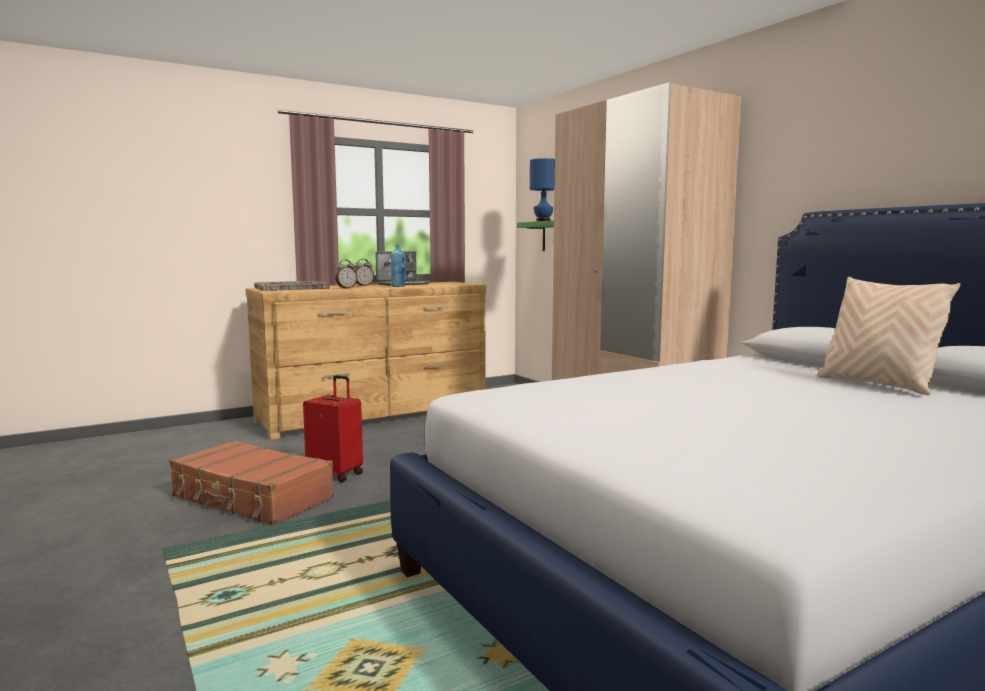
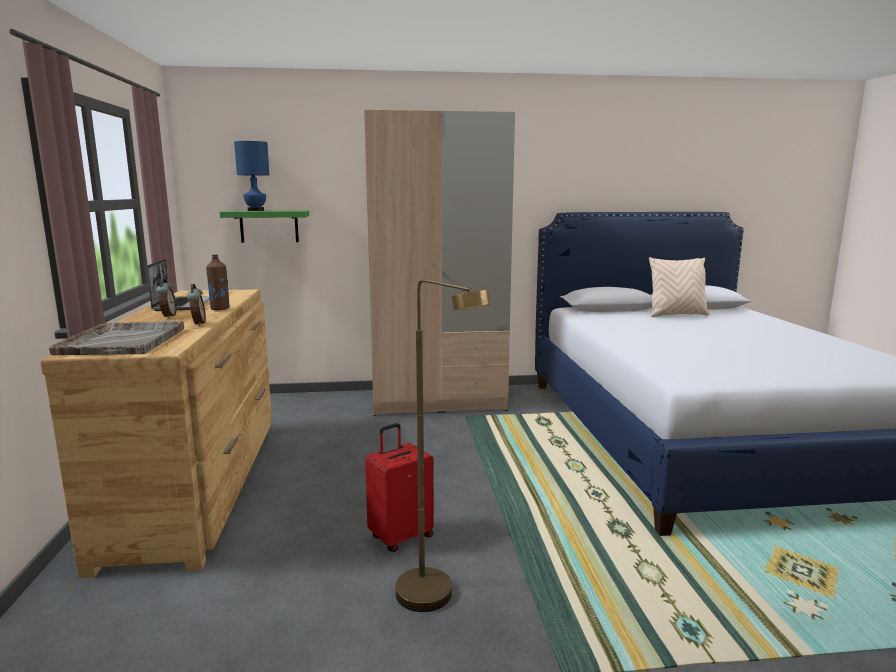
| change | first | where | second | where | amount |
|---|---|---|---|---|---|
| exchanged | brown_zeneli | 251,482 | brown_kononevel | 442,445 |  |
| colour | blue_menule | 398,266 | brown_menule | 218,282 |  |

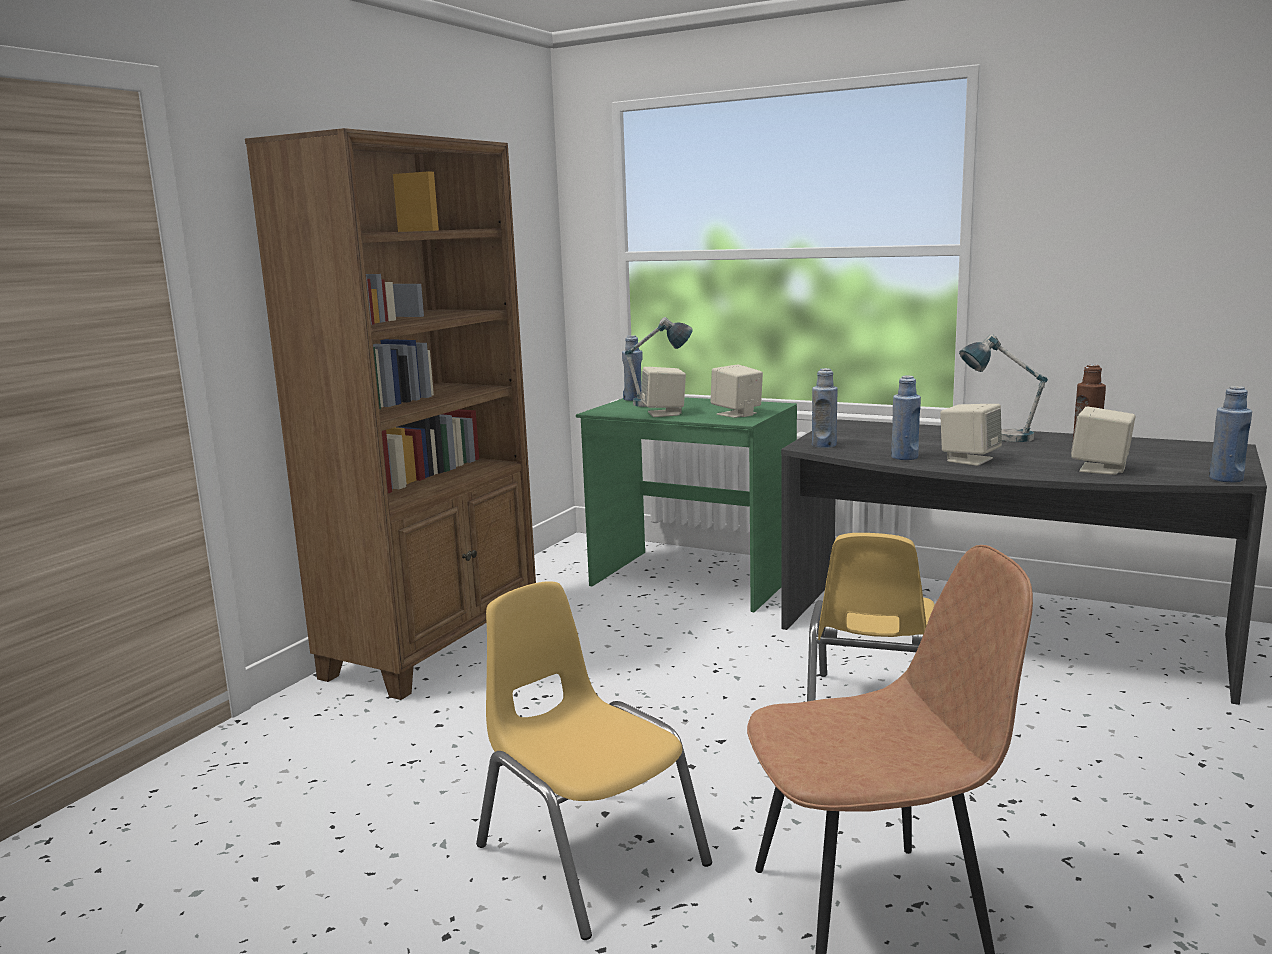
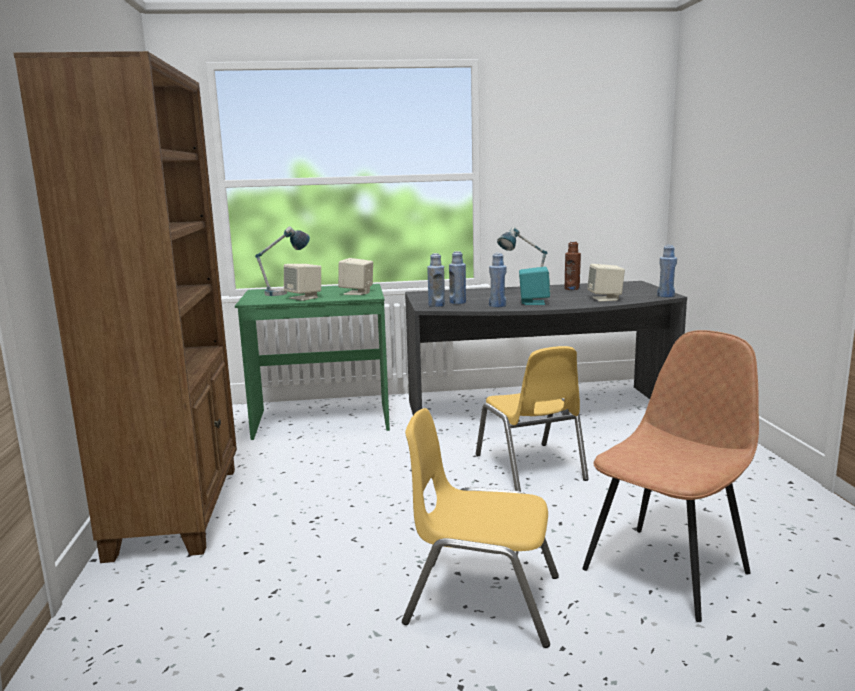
| change | first | where | second | where | amount |
|---|---|---|---|---|---|
| relocated | blue_menule | 632,368 |  | 457,277 |  |
| colour | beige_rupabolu | 971,435 | turquoise_rupabolu | 535,286 |  |

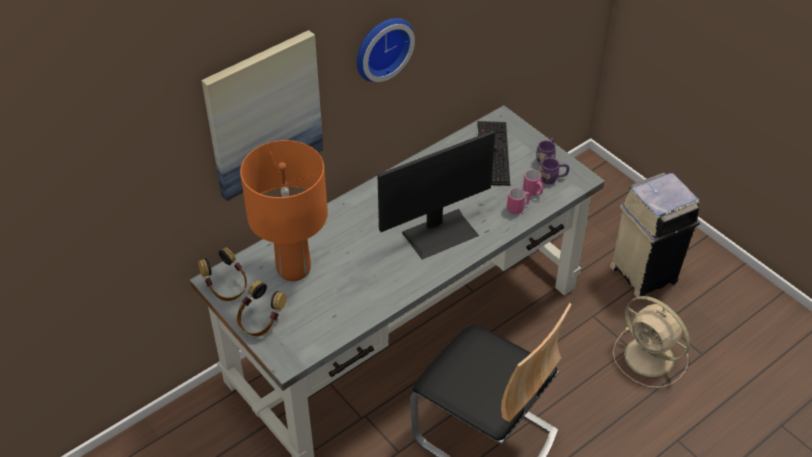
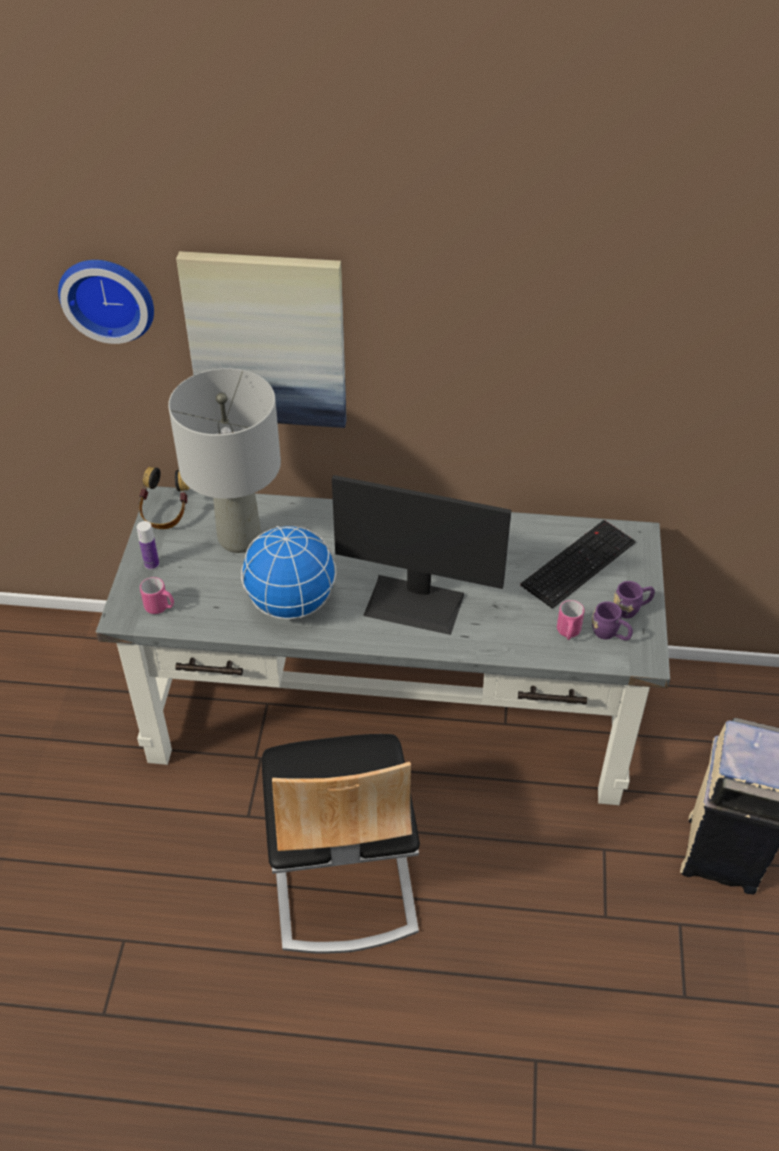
| change | first | where | second | where | amount |
|---|---|---|---|---|---|
| missing | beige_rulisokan | 651,342 |  |  |  |
| appeared |  |  | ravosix | 288,572 |  |
| relocated | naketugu | 386,50 |  | 106,302 |  |
| relocated | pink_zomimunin | 518,201 |  | 157,595 |  |
| exchanged | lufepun | 261,308 | menule | 148,545 |  |
| colour | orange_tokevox | 284,210 | grey_tokevox | 224,460 |  |

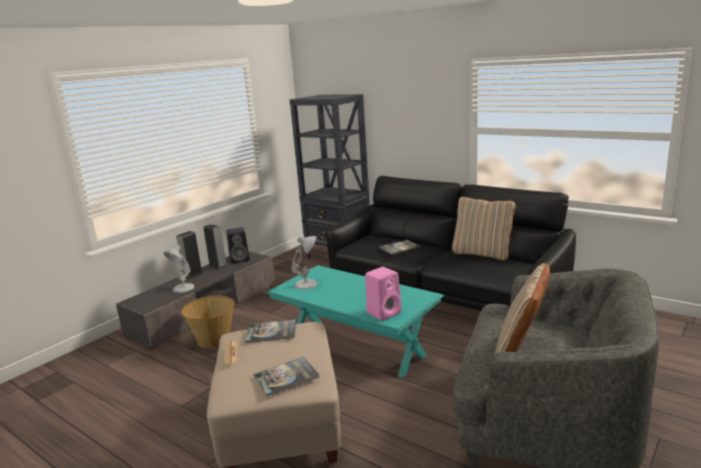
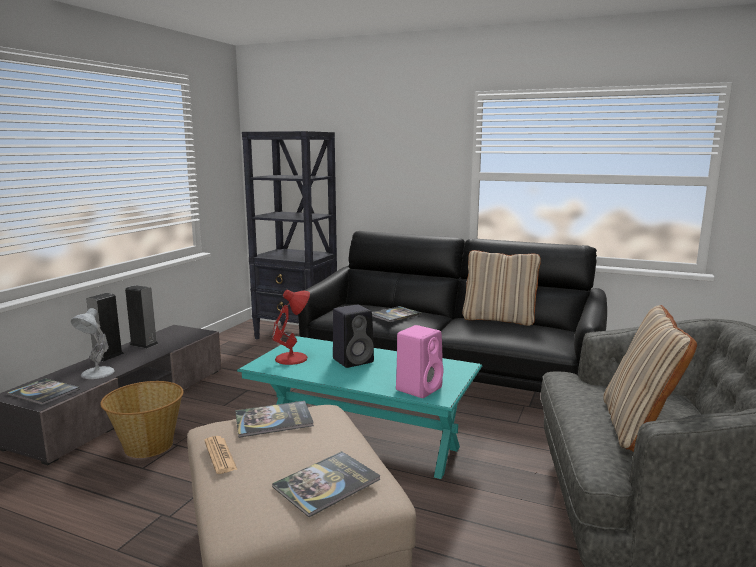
| change | first | where | second | where | amount |
|---|---|---|---|---|---|
| appeared |  |  | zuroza | 43,391 |  |
| relocated | black_rupabolu | 238,245 |  | 353,336 |  |
| colour | white_tokevox | 304,262 | red_tokevox | 291,327 |  |

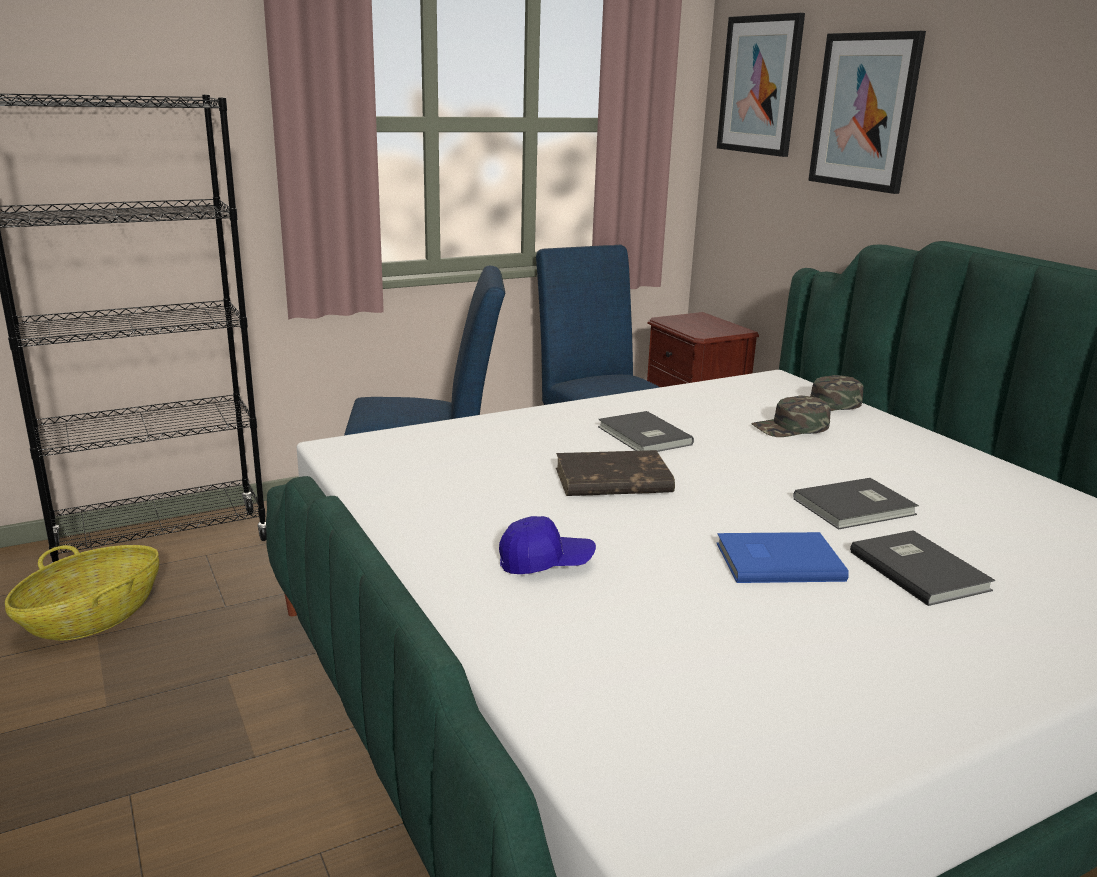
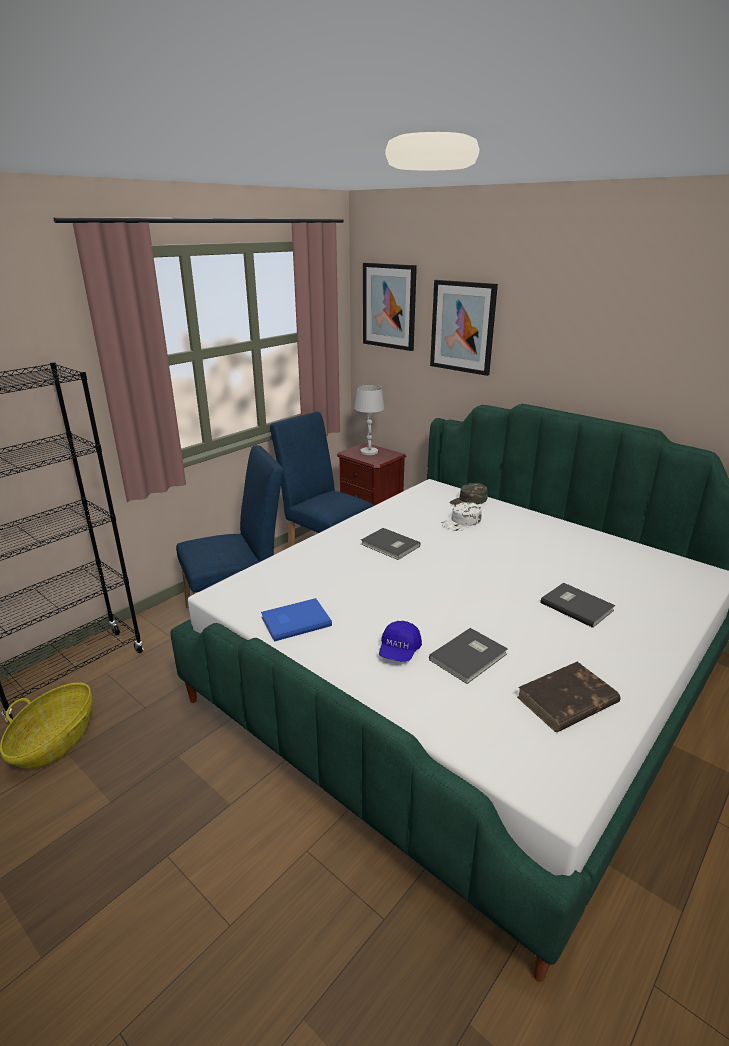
| change | first | where | second | where | amount |
|---|---|---|---|---|---|
| appeared |  |  | white_tokevox | 369,420 |  |
| relocated | brown_zuroza | 615,473 |  | 569,697 |  |
| relocated | blue_zuroza | 782,557 |  | 296,620 |  |
| relocated | grey_zuroza | 856,503 |  | 468,656 |  |
| colour | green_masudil | 791,416 | white_masudil | 461,516 |  |
| spun | blue_masudil | 547,545 |  | 400,641 | 135 degrees clockwise |

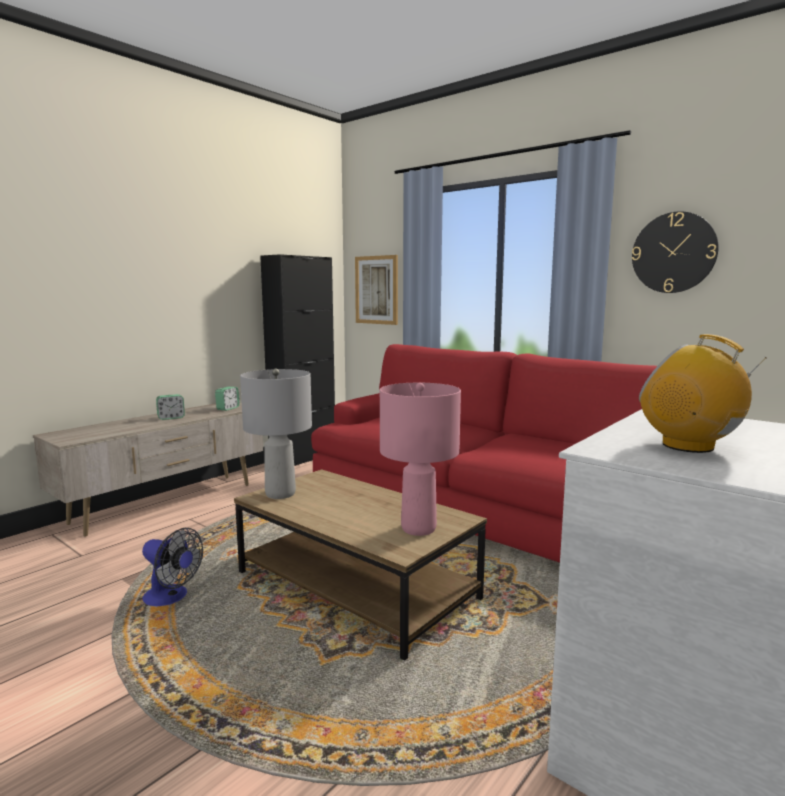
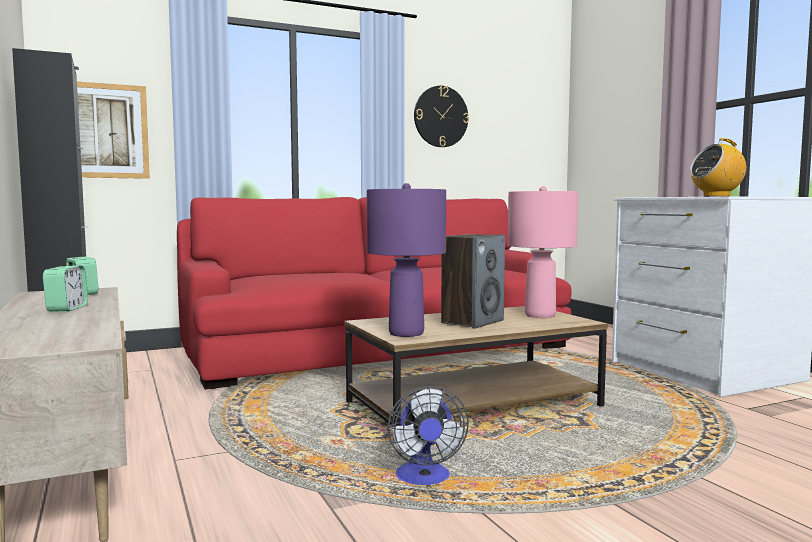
| change | first | where | second | where | amount |
|---|---|---|---|---|---|
| appeared |  |  | rupabolu | 473,281 |  |
| colour | grey_tokevox | 276,433 | purple_tokevox | 406,260 |  |
| spun | rulisokan | 172,567 |  | 428,435 | 120 degrees clockwise |

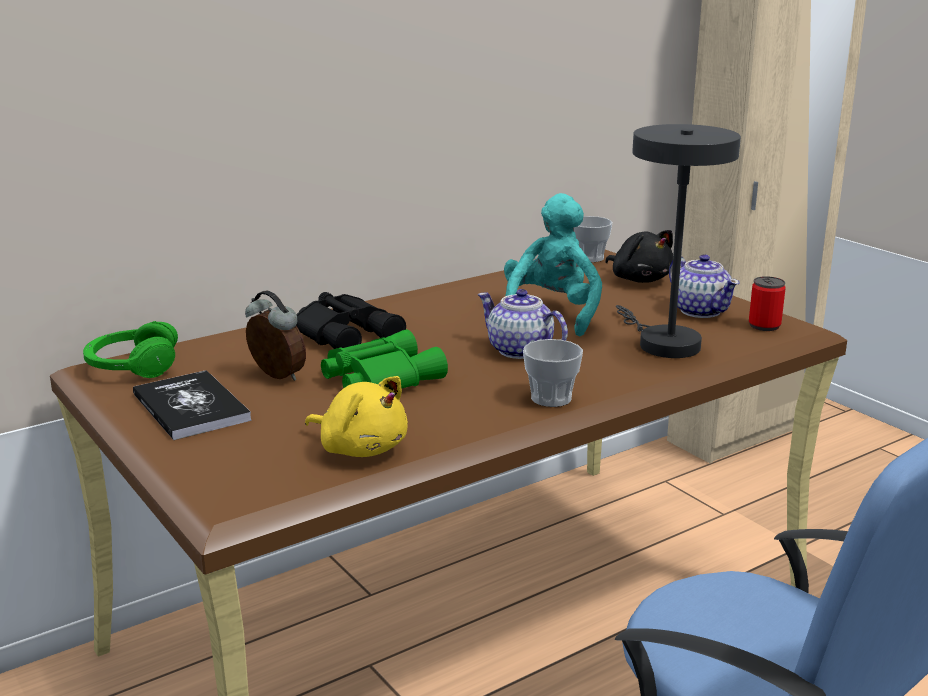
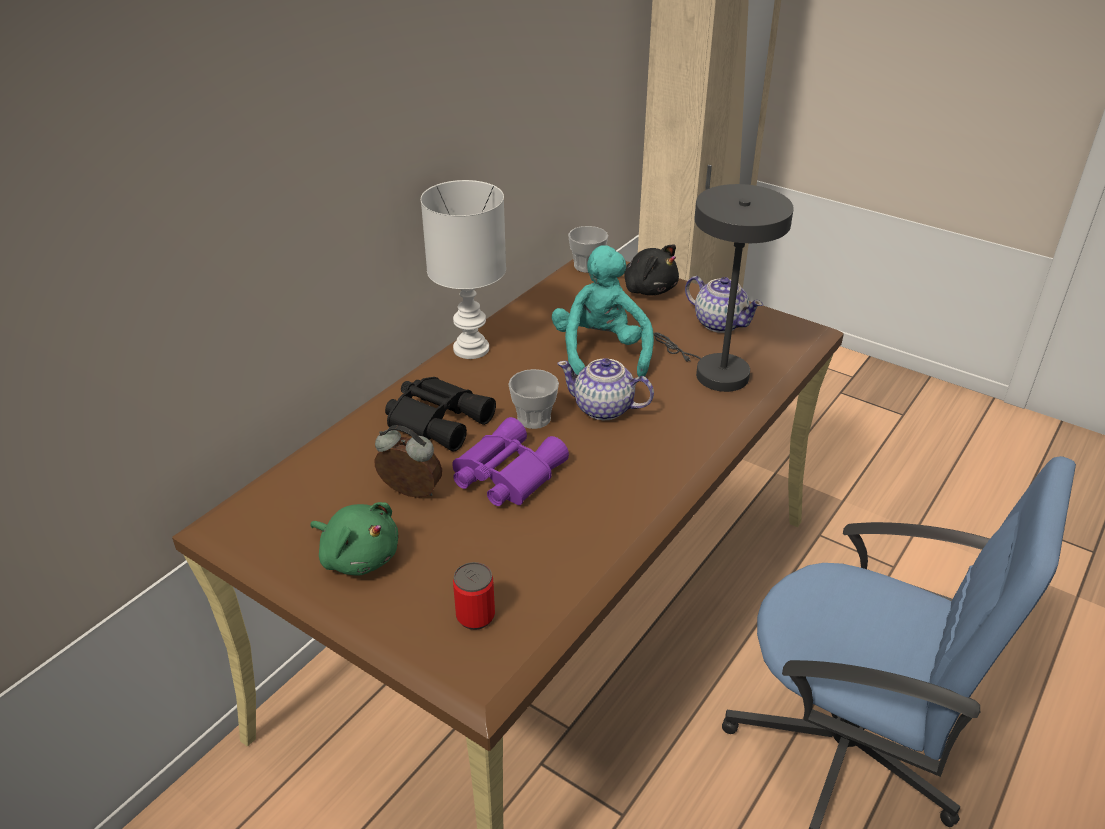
| change | first | where | second | where | amount |
|---|---|---|---|---|---|
| missing | green_lufepun | 130,349 |  |  |  |
| missing | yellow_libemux | 356,416 |  |  |  |
| appeared |  |  | white_tokevox | 463,269 |  |
| relocated | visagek | 553,373 |  | 533,399 |  |
| relocated | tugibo | 767,303 |  | 474,596 |  |
| exchanged | zuroza | 192,405 | green_libemux | 354,539 |  |
| colour | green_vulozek | 384,359 | purple_vulozek | 510,461 |  |

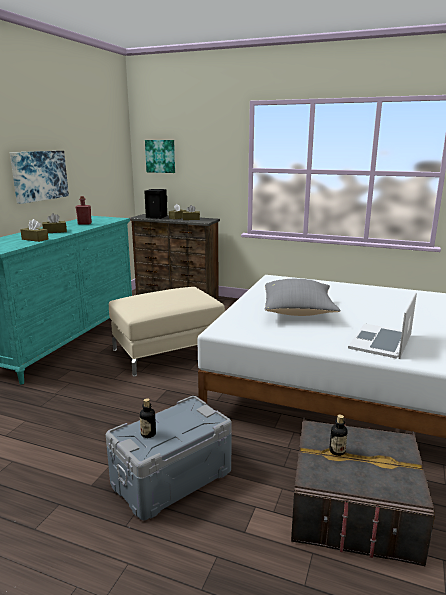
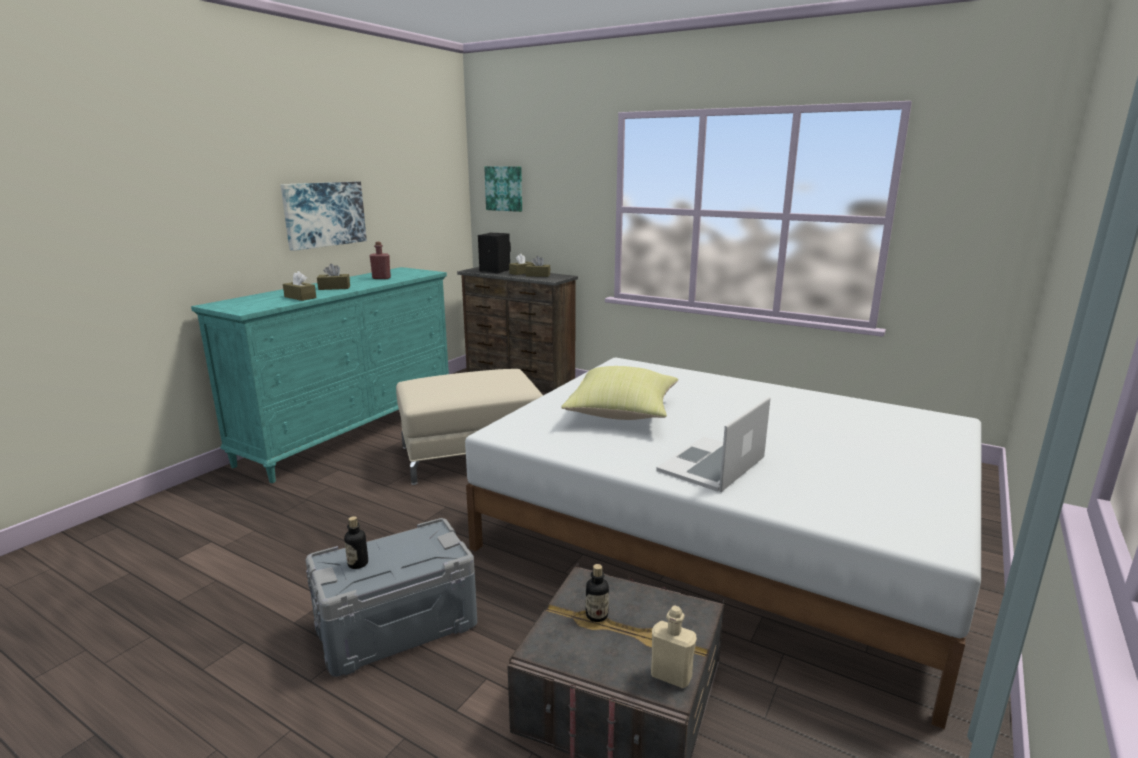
| change | first | where | second | where | amount |
|---|---|---|---|---|---|
| appeared |  |  | beige_menule | 674,646 |  |
| colour | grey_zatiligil | 303,297 | yellow_zatiligil | 619,393 |  |

